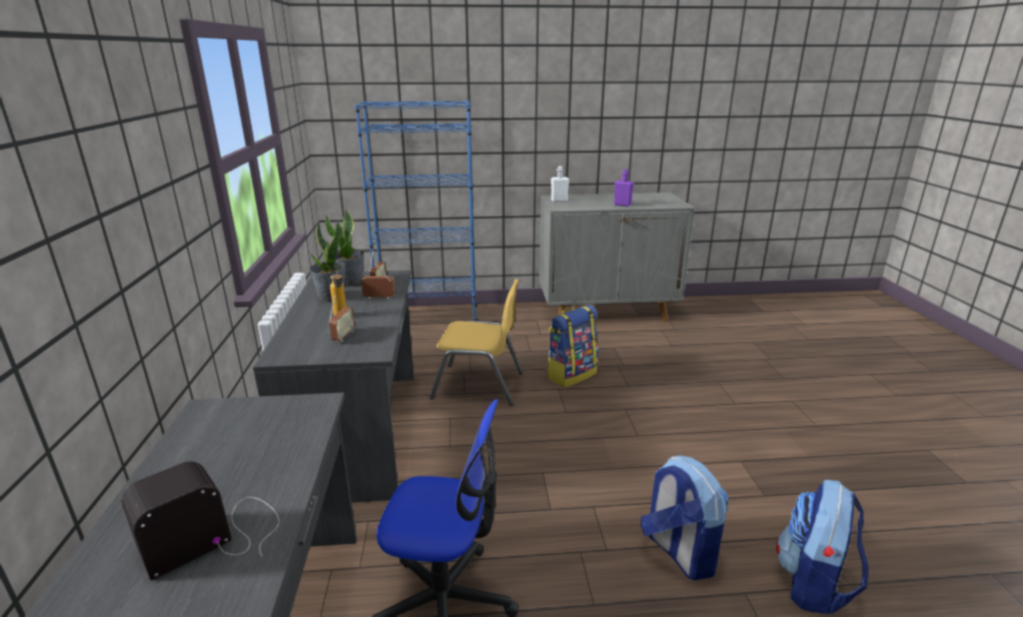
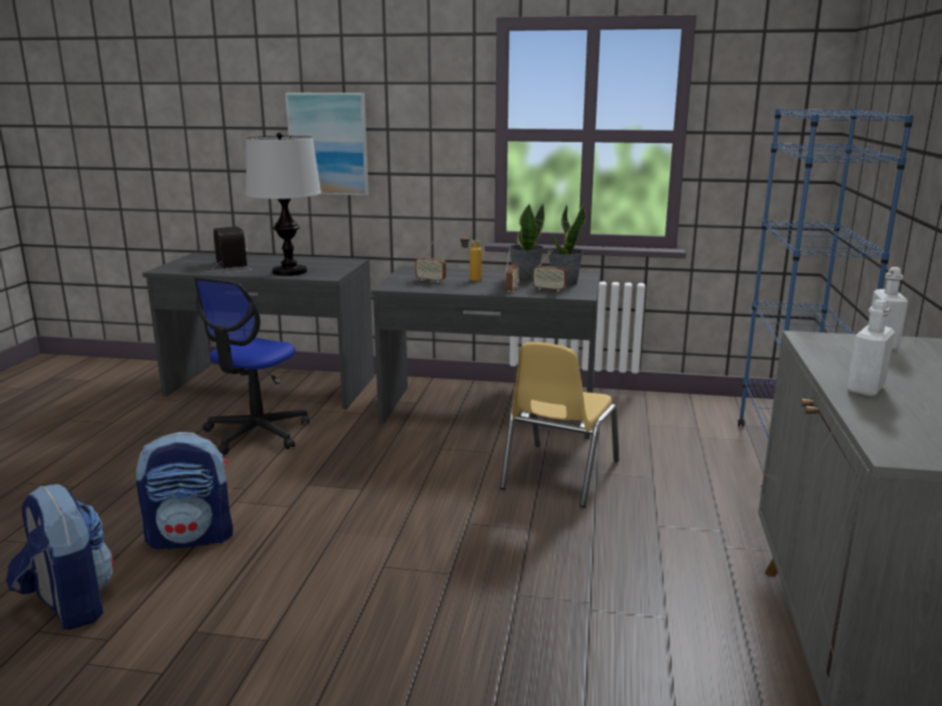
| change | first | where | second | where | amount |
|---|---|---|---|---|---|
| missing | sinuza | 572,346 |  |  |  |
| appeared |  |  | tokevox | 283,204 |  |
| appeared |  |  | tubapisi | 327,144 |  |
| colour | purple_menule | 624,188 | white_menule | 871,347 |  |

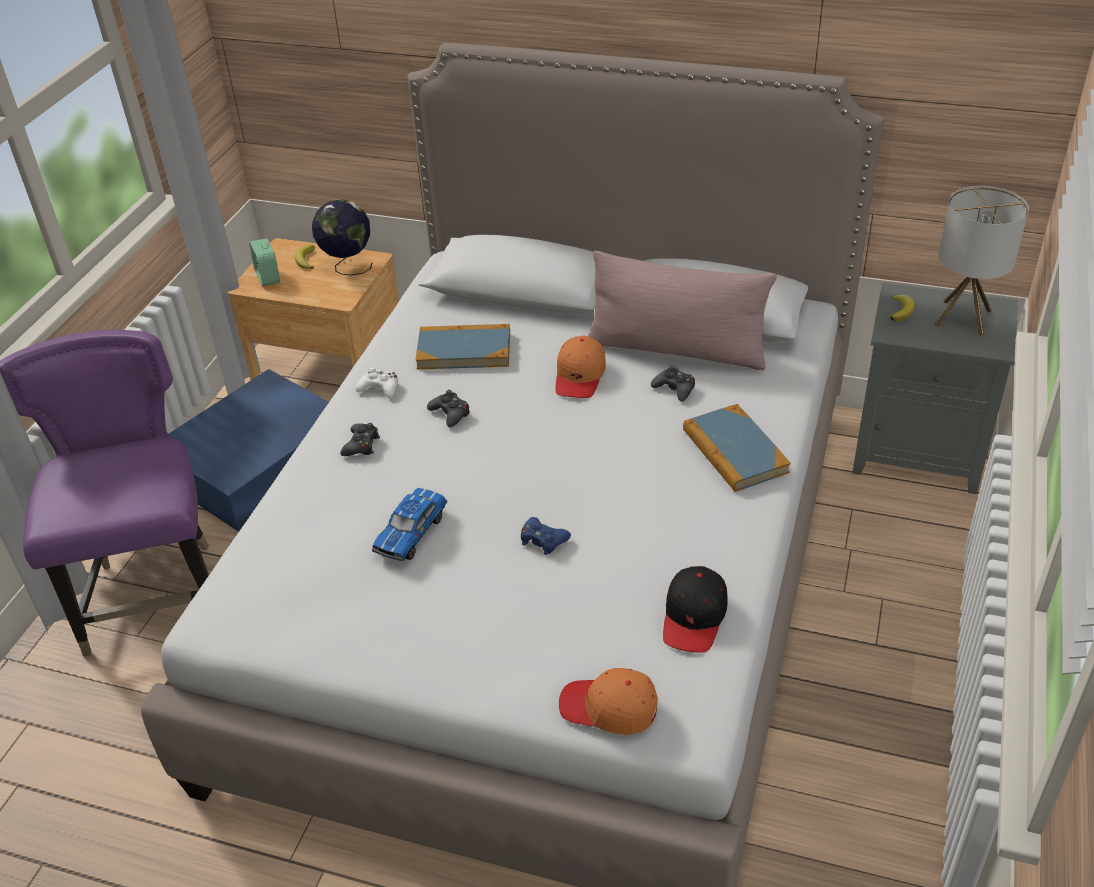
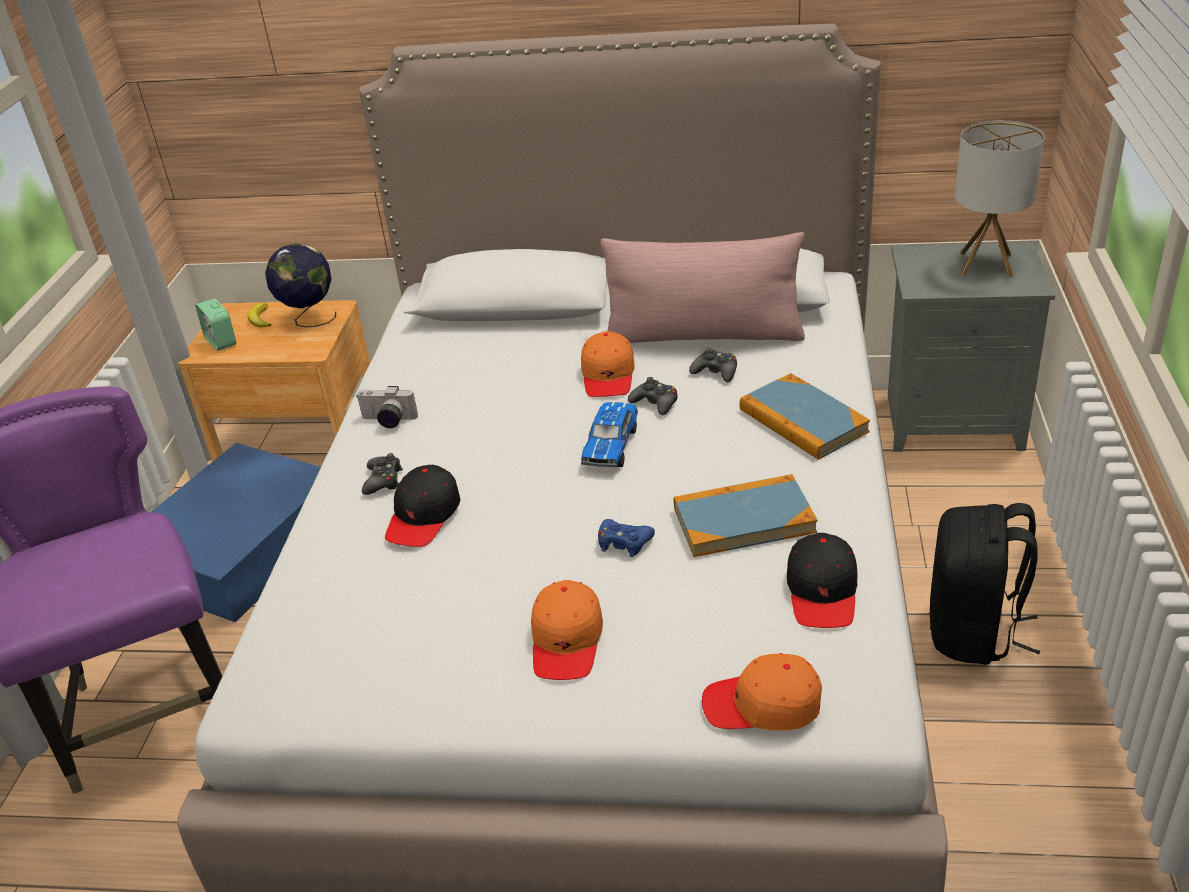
| change | first | where | second | where | amount |
|---|---|---|---|---|---|
| missing | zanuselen | 903,308 |  |  |  |
| appeared |  |  | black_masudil | 423,506 |  |
| appeared |  |  | orange_masudil | 567,630 |  |
| appeared |  |  | black_sinuza | 985,584 |  |
| relocated | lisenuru | 409,524 |  | 609,434 |  |
| relocated | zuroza | 463,346 |  | 746,515 |  |
| relocated | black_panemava | 448,408 |  | 652,396 |  |
| exchanged | white_panemava | 377,382 | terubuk | 387,407 |  |

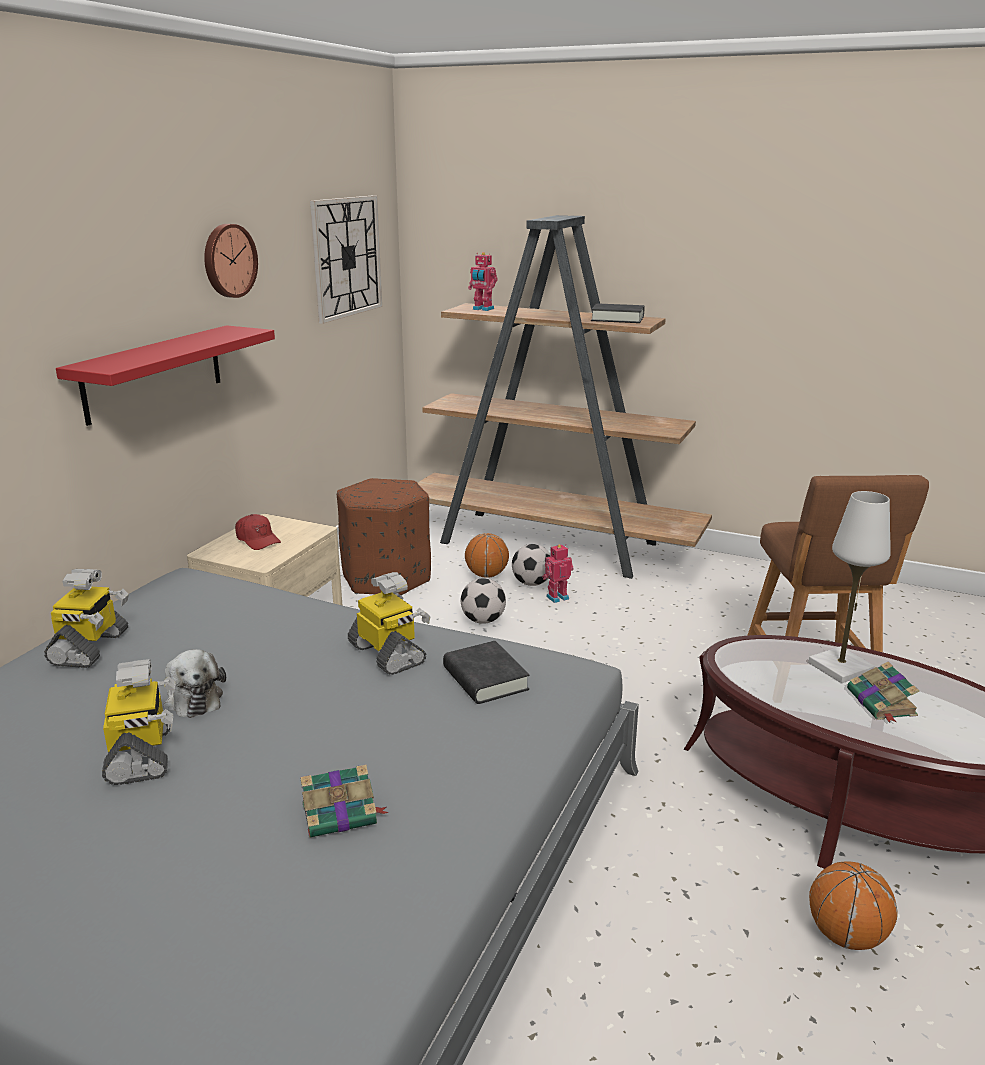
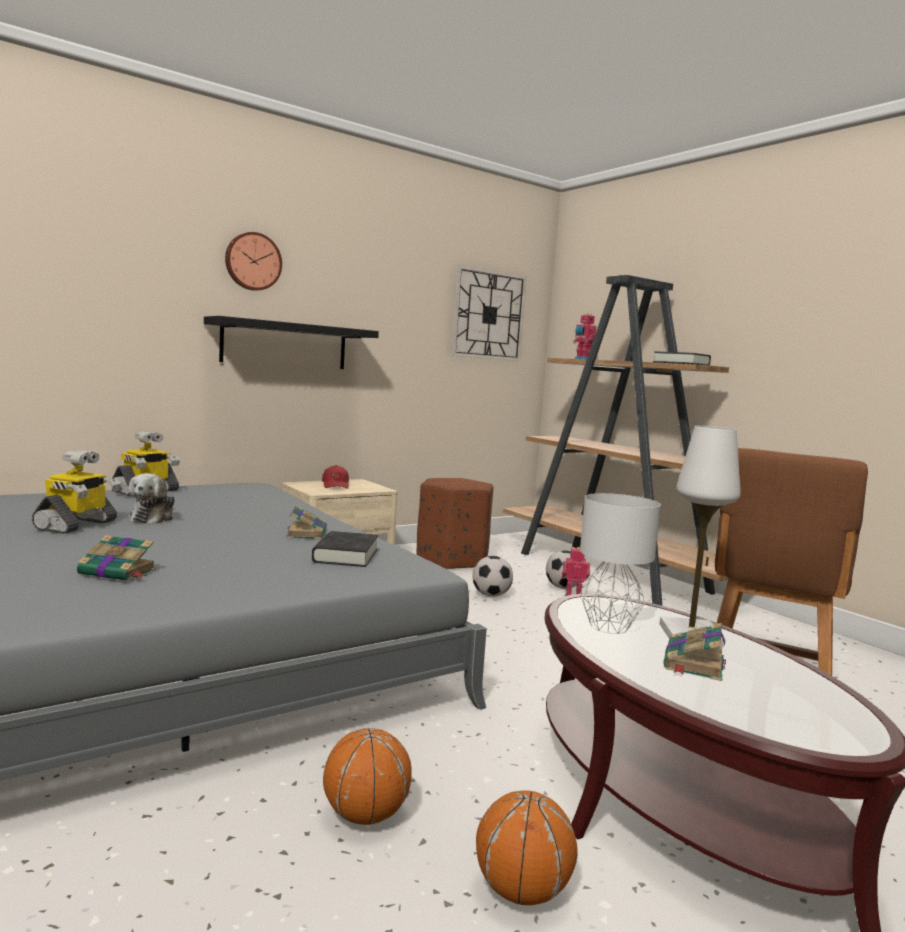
| change | first | where | second | where | amount |
|---|---|---|---|---|---|
| appeared |  |  | grey_tokevox | 620,563 |  |
| relocated | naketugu | 231,261 |  | 253,261 |  |
| relocated | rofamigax | 487,555 |  | 367,776 |  |
| exchanged | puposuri | 389,623 | zuroza | 306,522 |  |
| colour | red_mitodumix | 165,375 | black_mitodumix | 291,342 |  |

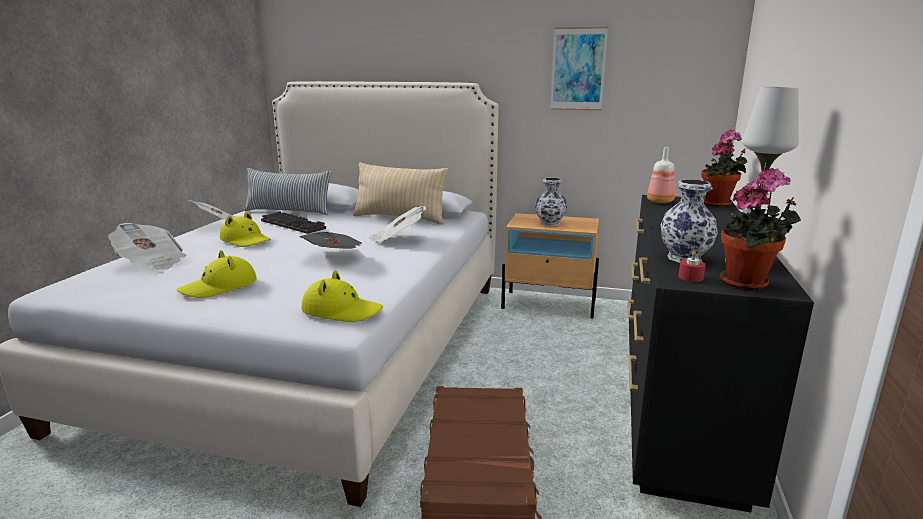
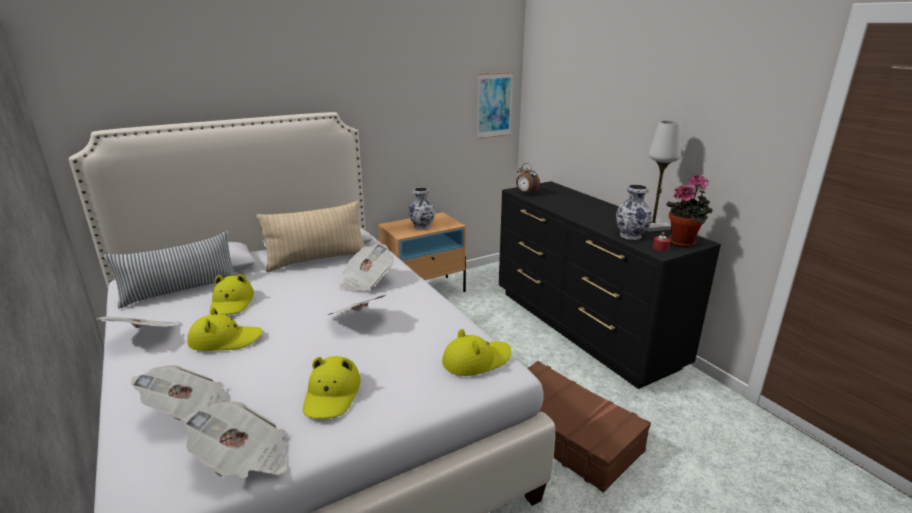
| change | first | where | second | where | amount |
|---|---|---|---|---|---|
| missing | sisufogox | 724,168 |  |  |  |
| appeared |  |  | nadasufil | 235,440 |  |
| relocated | tubapisi | 579,69 |  | 495,105 |  |
| exchanged | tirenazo | 293,222 | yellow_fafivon | 231,294 |  |
| exchanged | menule | 661,175 | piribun | 528,179 |  |

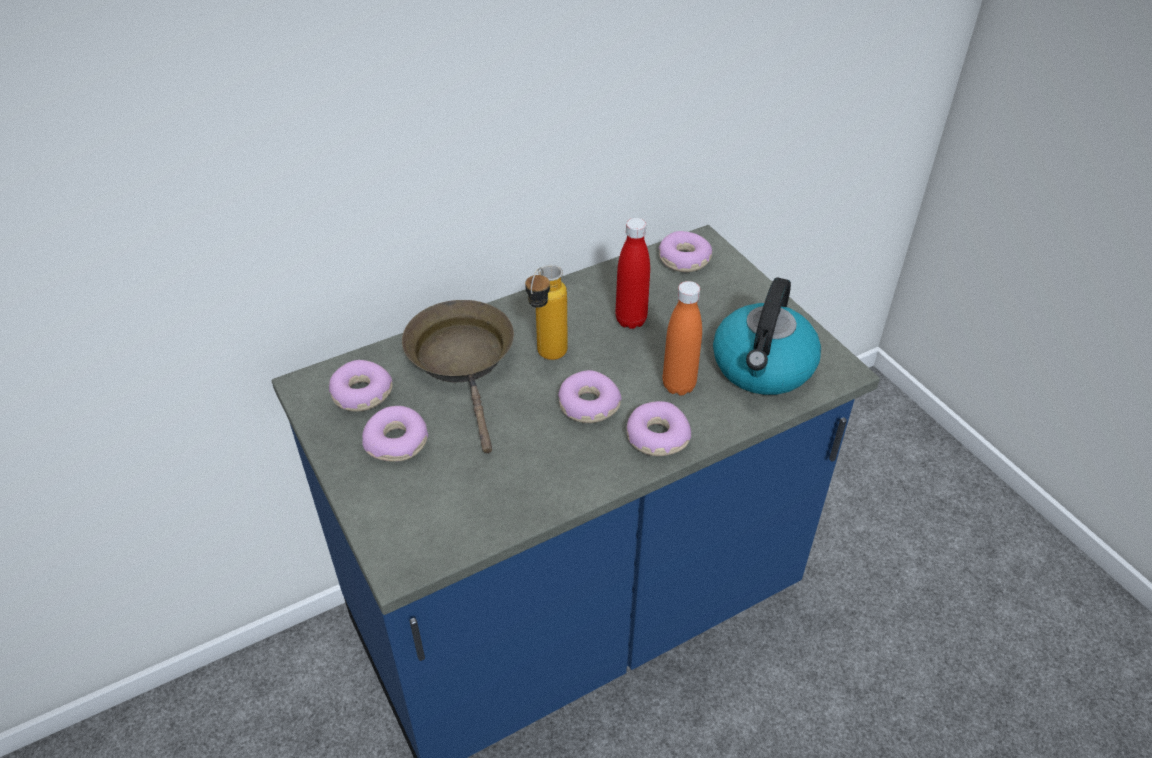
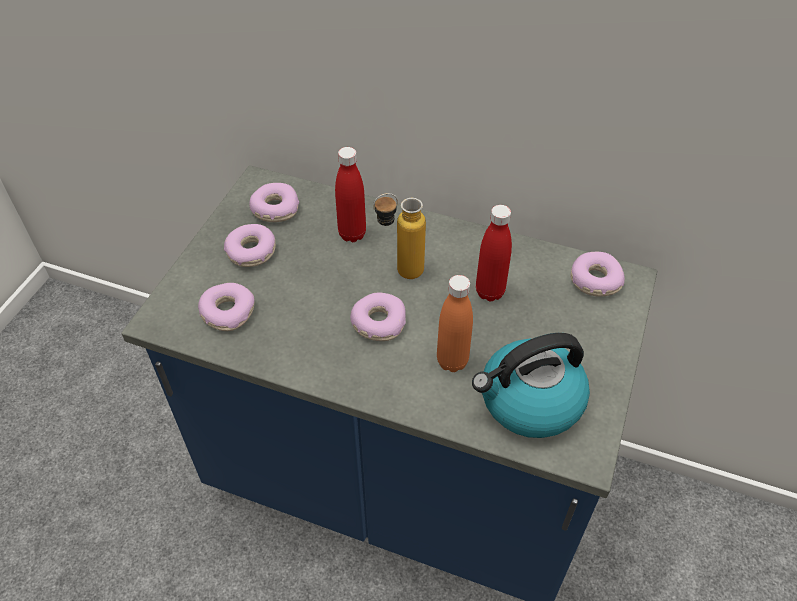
| change | first | where | second | where | amount |
|---|---|---|---|---|---|
| relocated | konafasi | 658,428 |  | 226,307 |  |
| exchanged | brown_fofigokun | 458,376 | red_menule | 350,194 |  |

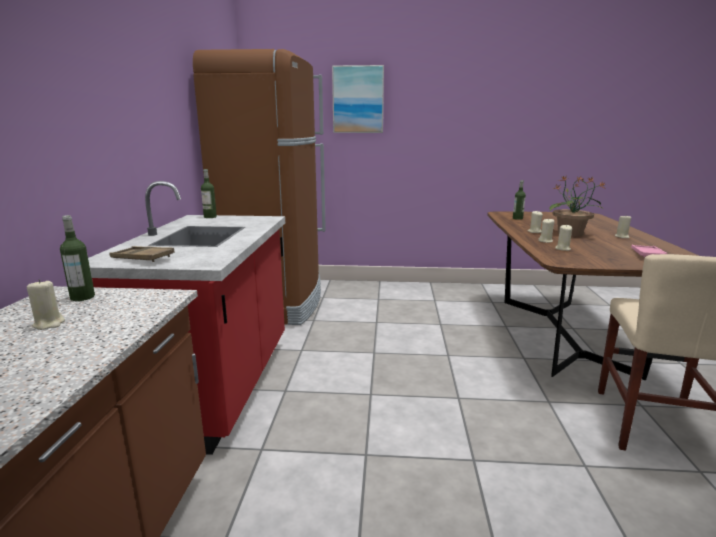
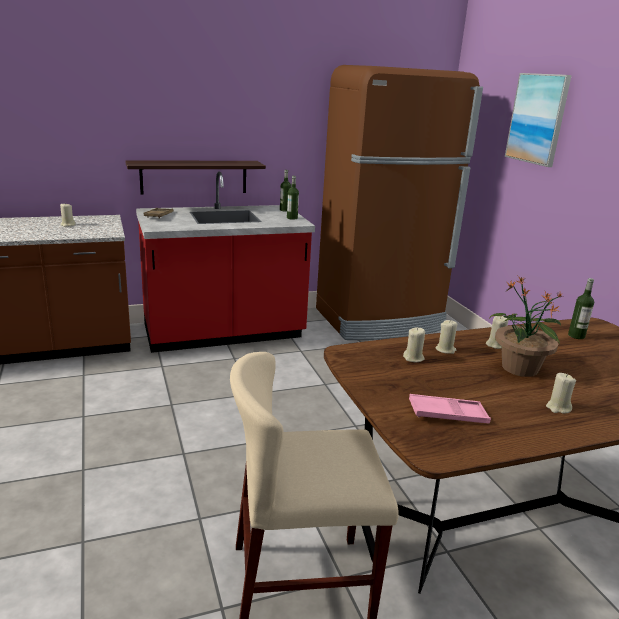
| change | first | where | second | where | amount |
|---|---|---|---|---|---|
| appeared |  |  | mitodumix | 195,177 |  |
| relocated | menule | 77,258 |  | 293,198 |  |

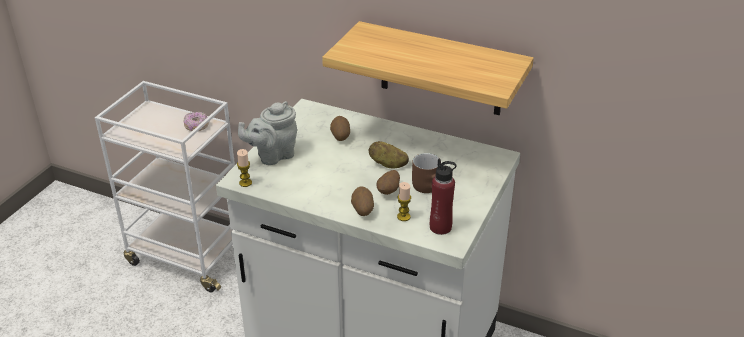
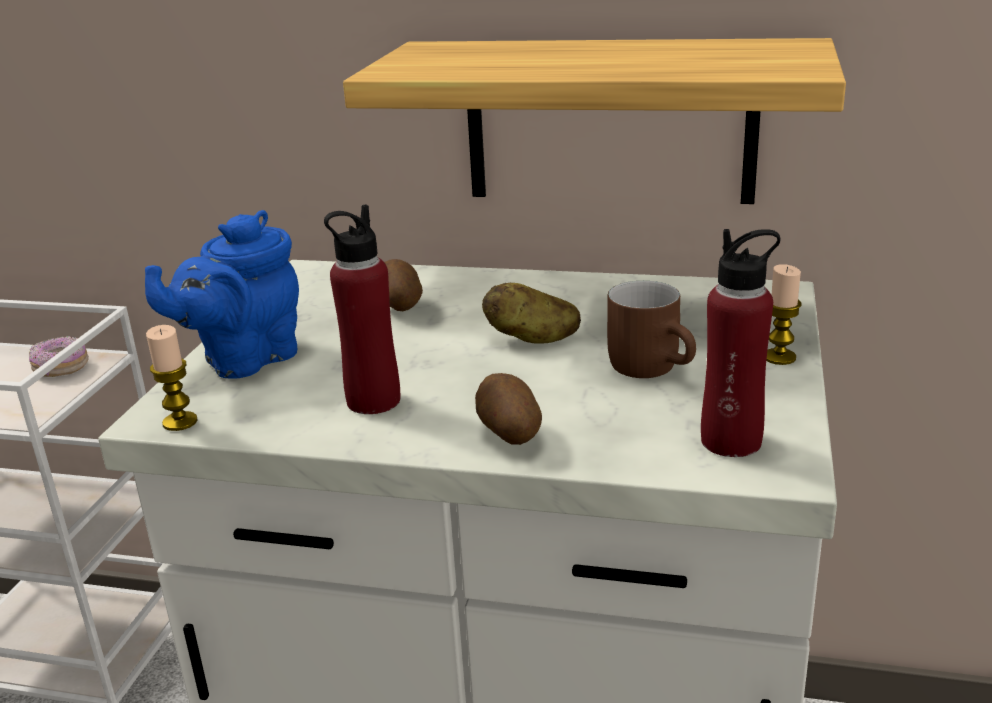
| change | first | where | second | where | amount |
|---|---|---|---|---|---|
| missing | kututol | 388,182 |  |  |  |
| appeared |  |  | red_menule | 362,309 |  |
| relocated | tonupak | 404,201 |  | 784,314 |  |
| colour | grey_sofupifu | 267,133 | blue_sofupifu | 222,294 |  |

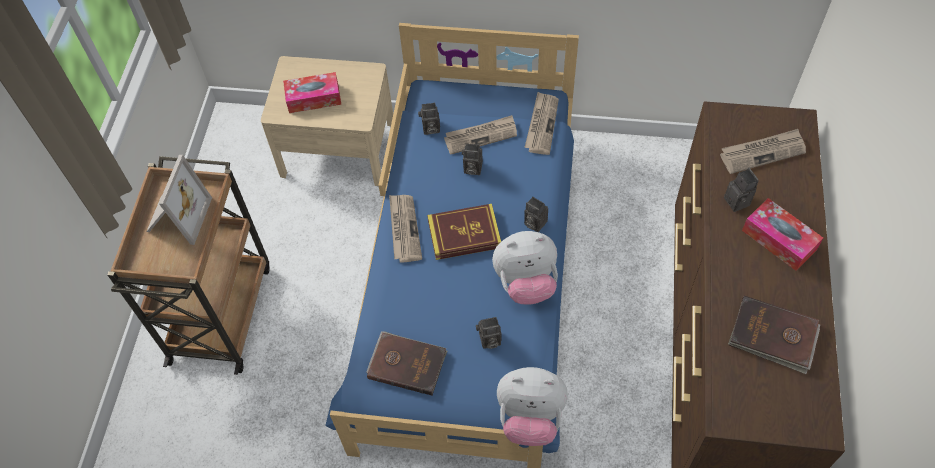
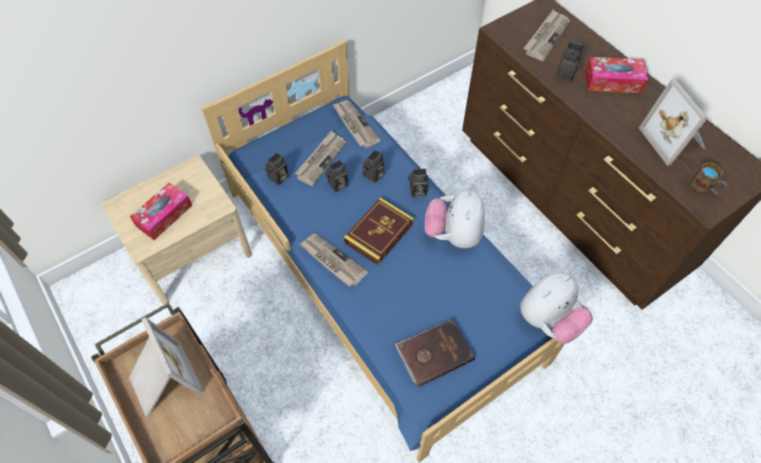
| change | first | where | second | where | amount |
|---|---|---|---|---|---|
| appeared |  |  | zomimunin | 709,178 |  |
| relocated | terubuk | 489,333 |  | 373,166 |  |
| exchanged | brown_zuroza | 774,335 | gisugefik | 673,122 |  |
| spun | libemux | 525,268 |  | 455,218 | 150 degrees clockwise |

